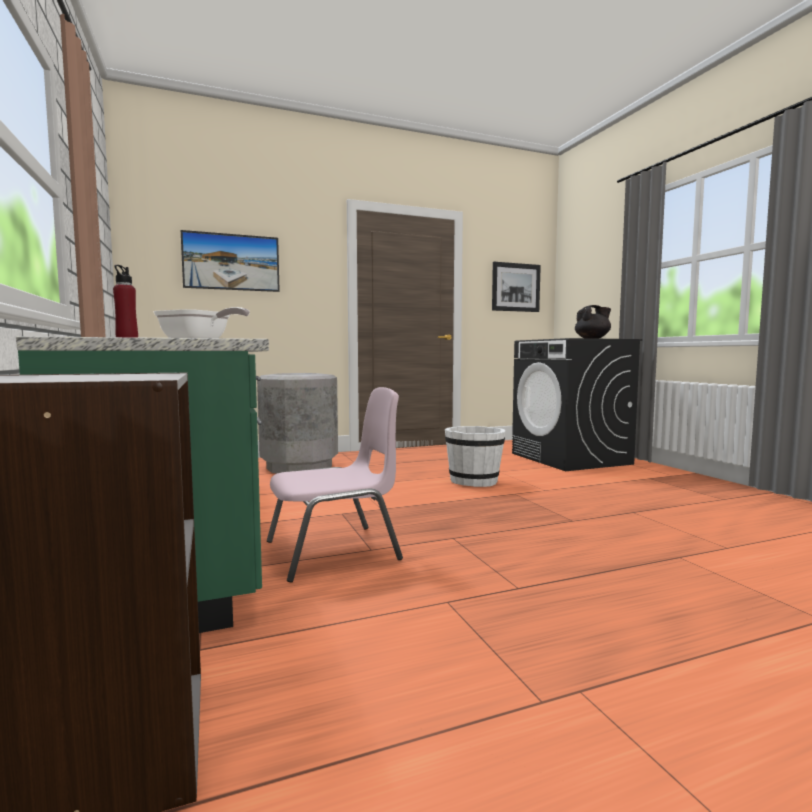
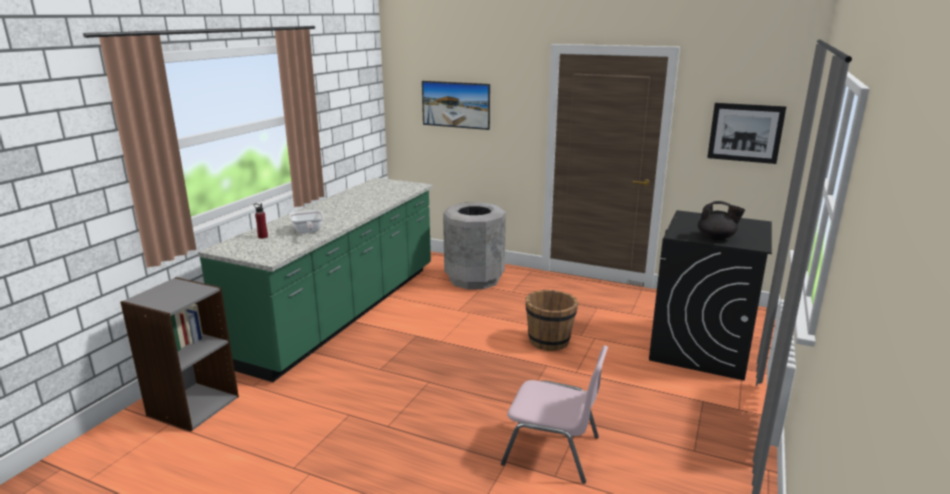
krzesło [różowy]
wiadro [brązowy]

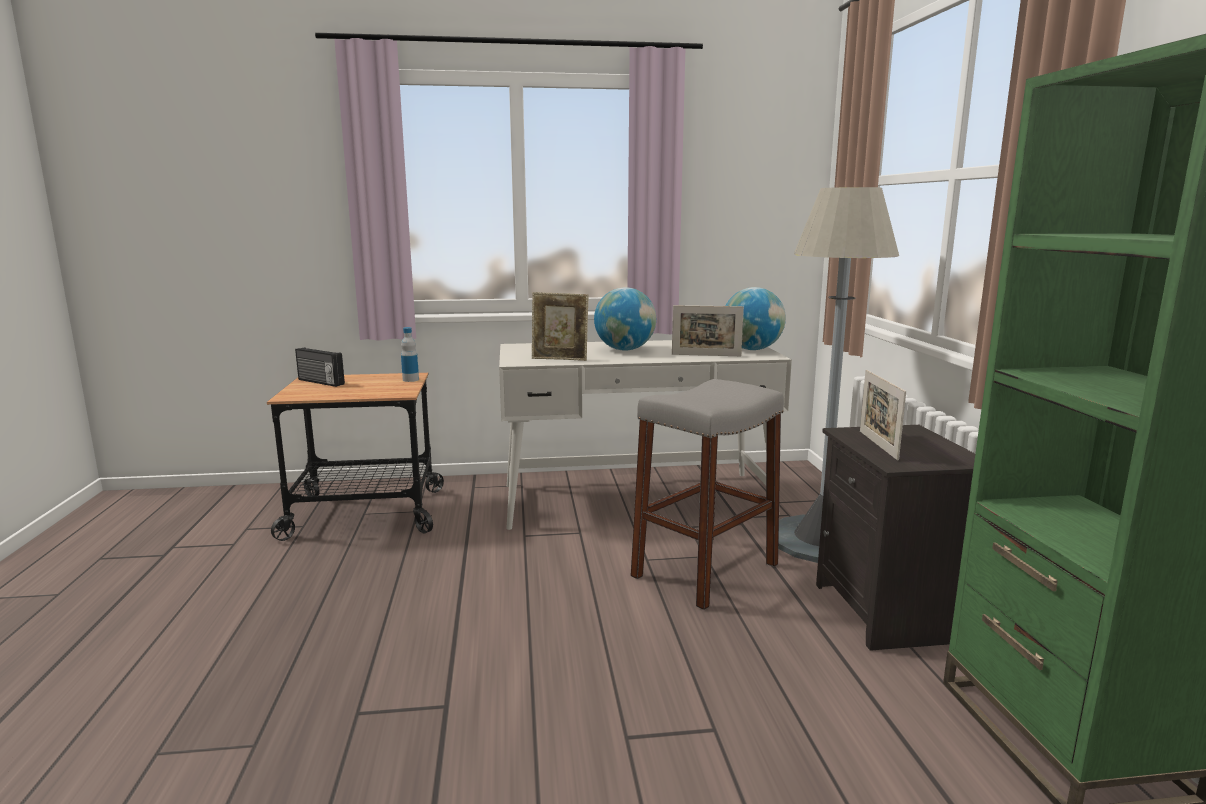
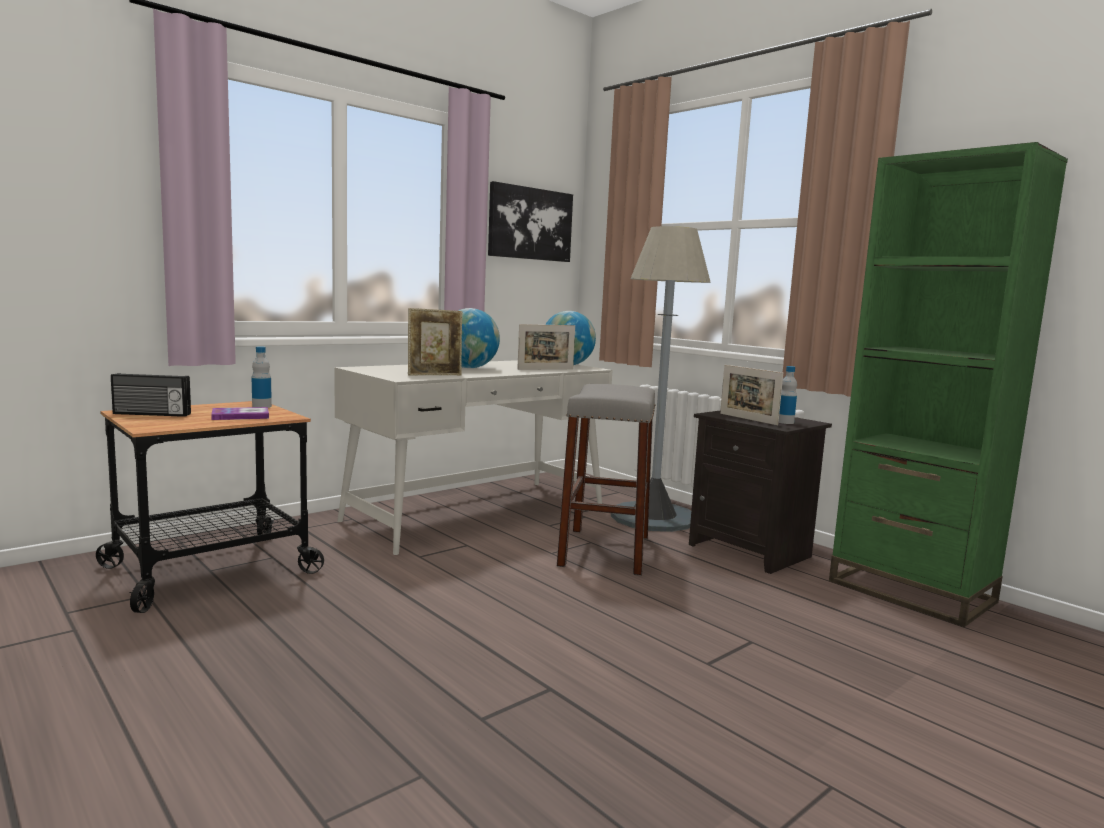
książka
obraz
butelka (no. 2 from left)

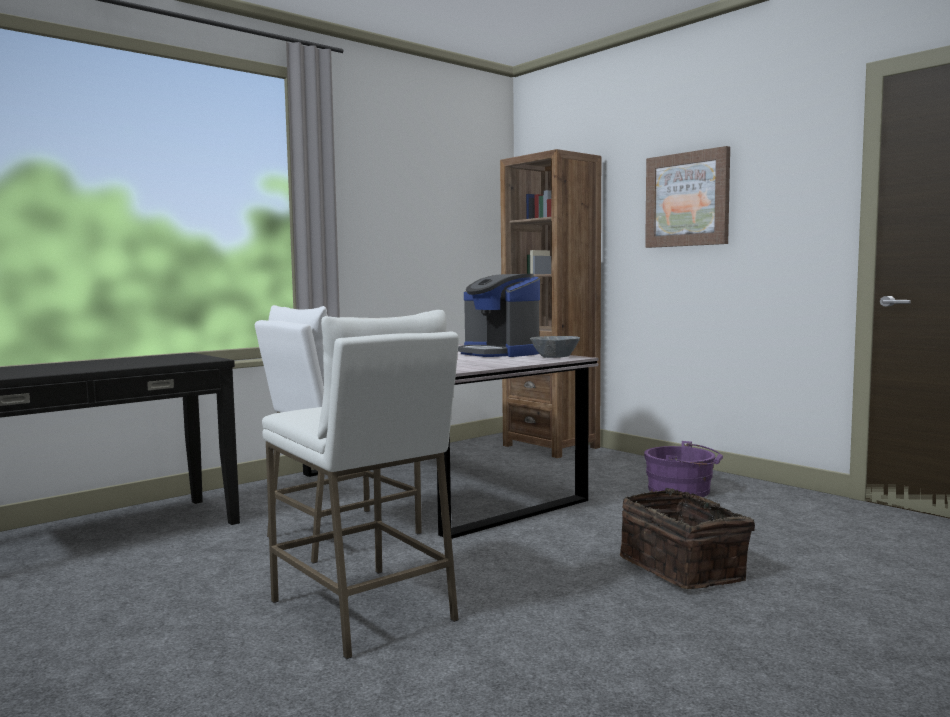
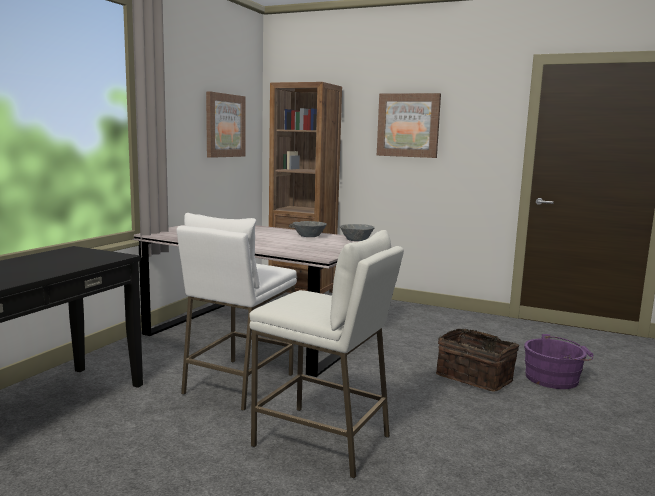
obraz (no. 1 from left)
wiadro [fioletowy]
miska [szary] (no. 1 from left)

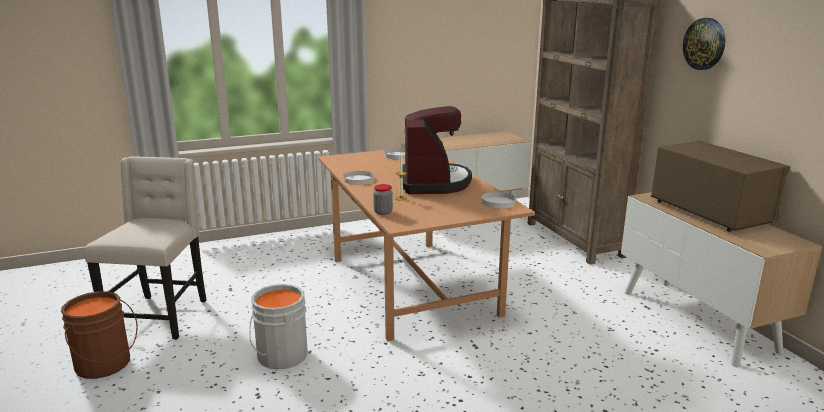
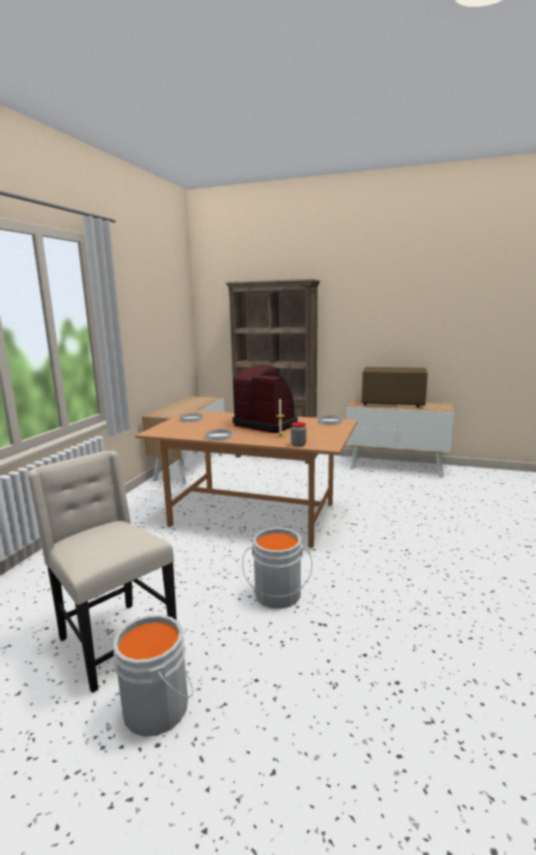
zegar ścienny
wiadro [szary] (no. 1 from left)

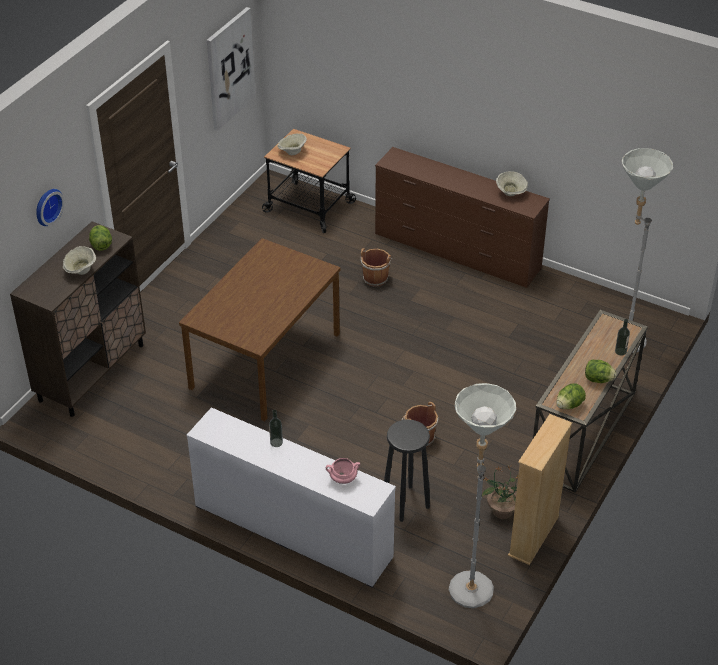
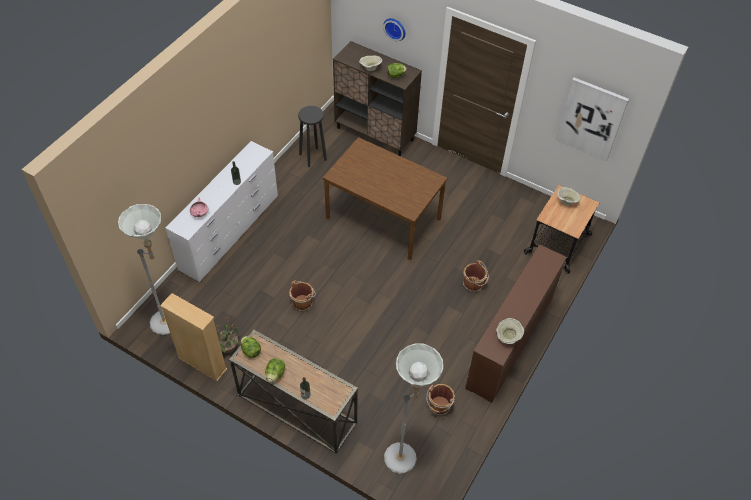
wiadro [brązowy] (no. 2 from left)
stołek [czarny]

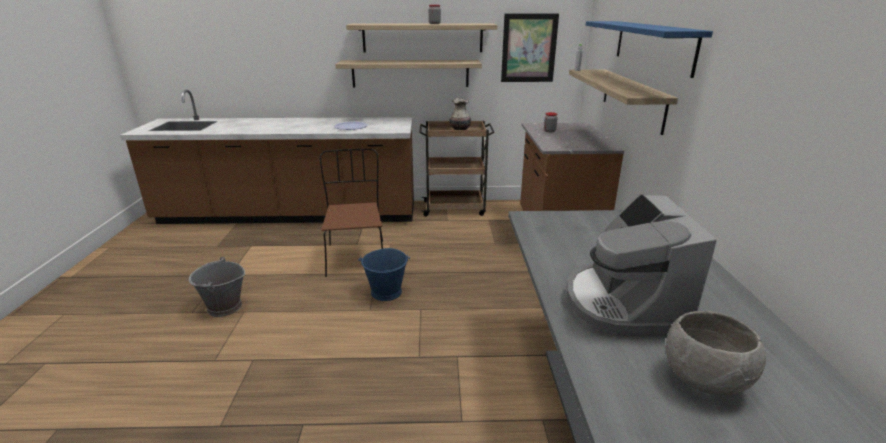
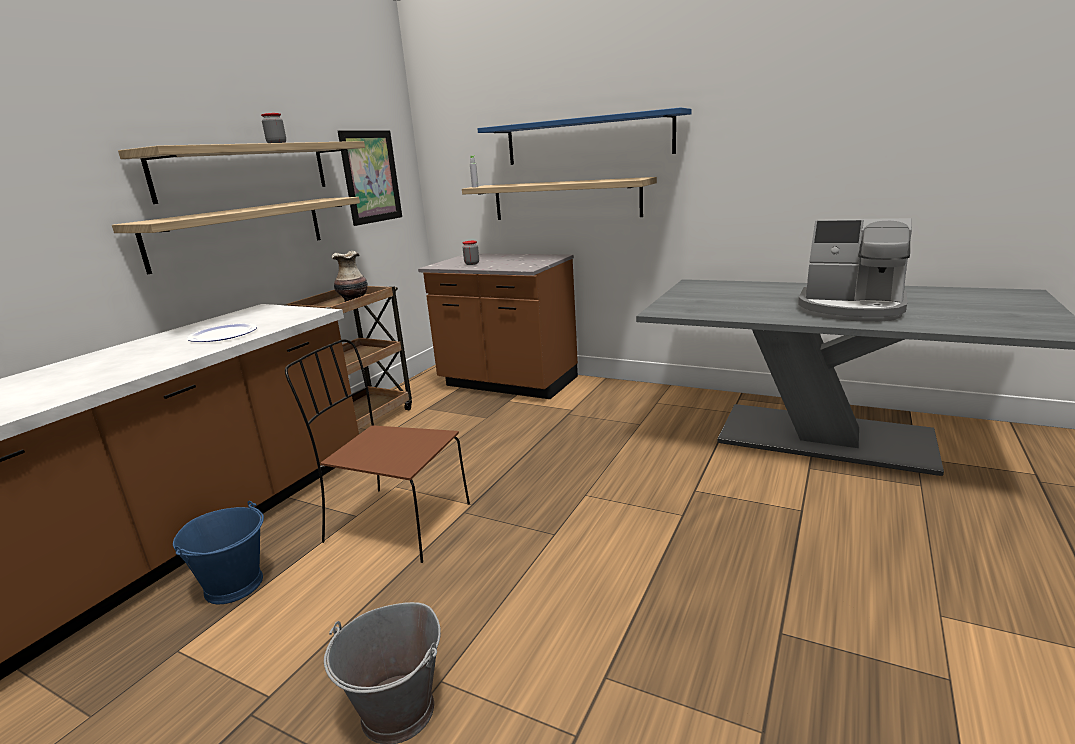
miska [szary]
wiadro [niebieski]

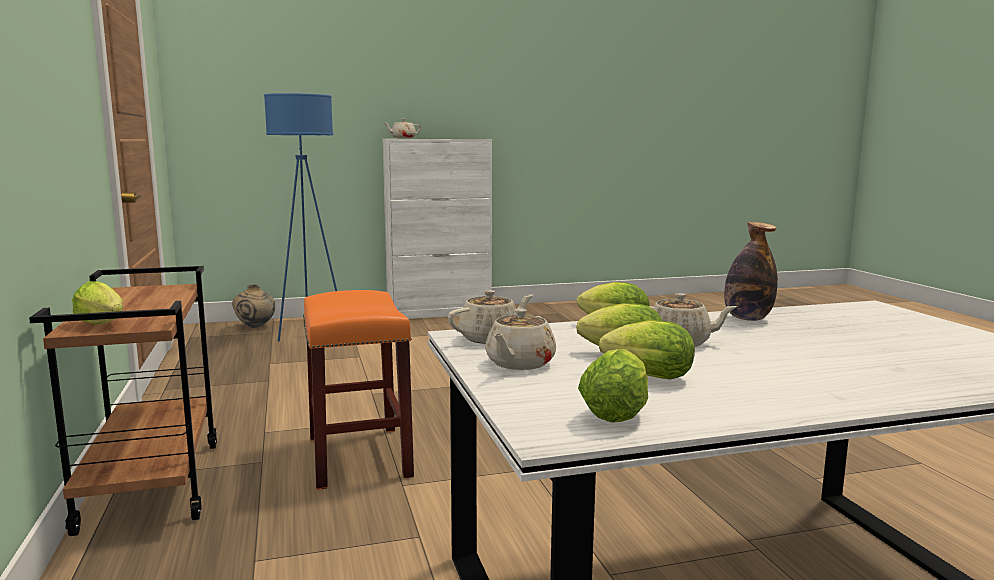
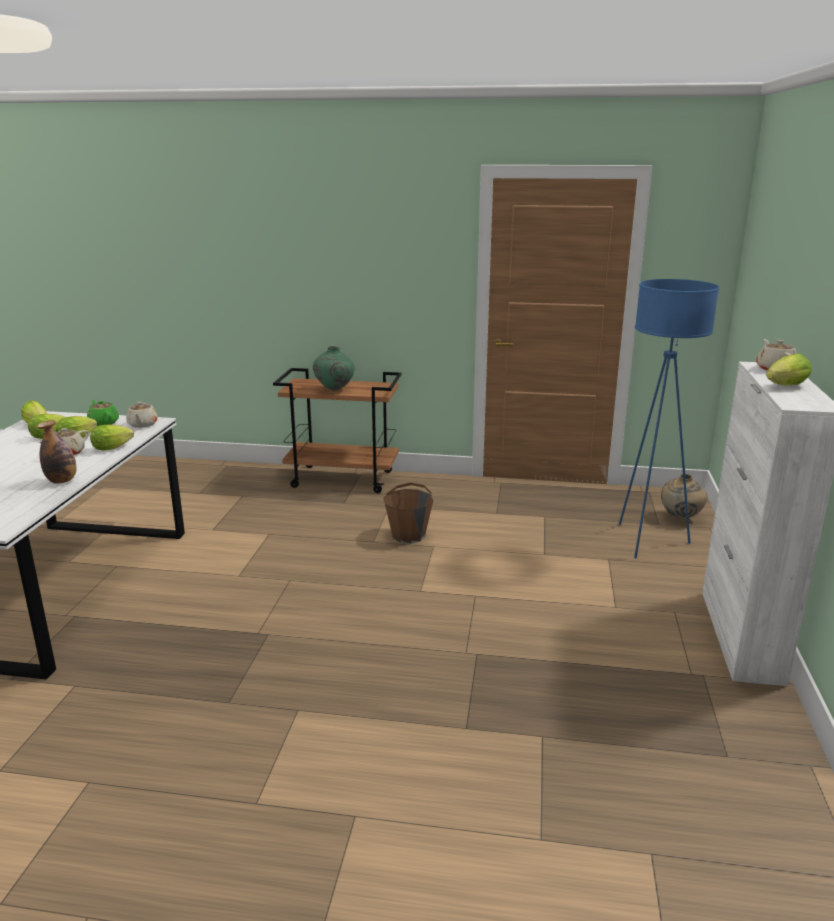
stołek [pomarańczowy]
wazon [zielony]
wiadro [brązowy]
sałata (no. 5 from left)
imbryk [zielony]

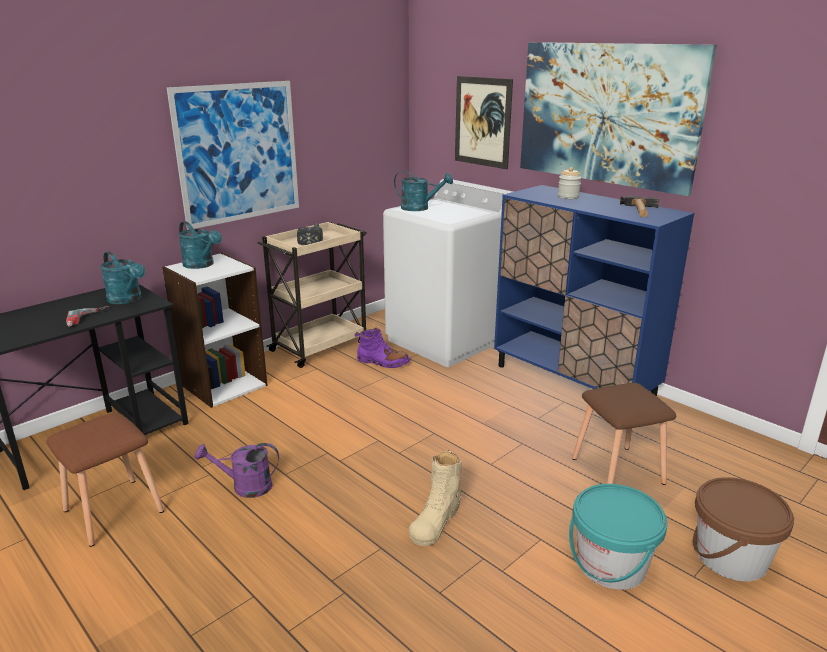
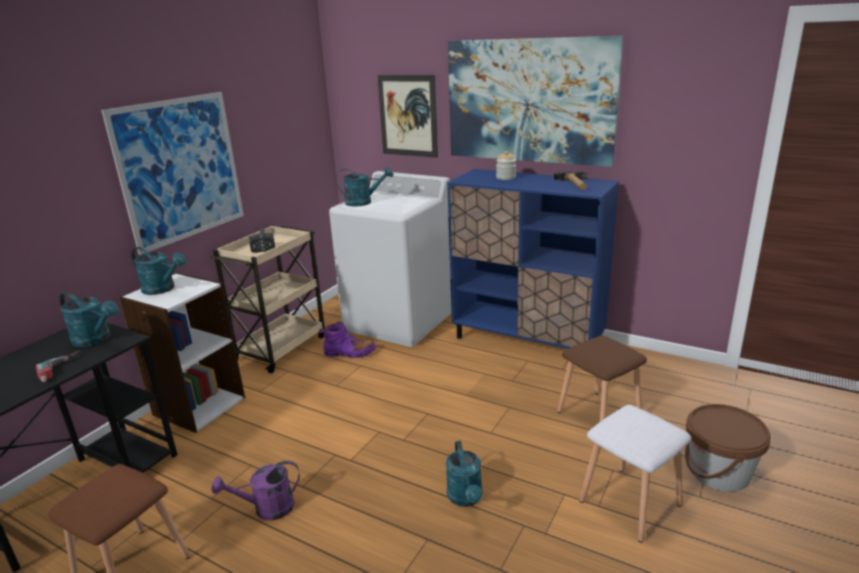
konewka [turkusowy] (no. 4 from left)
stołek [biały]

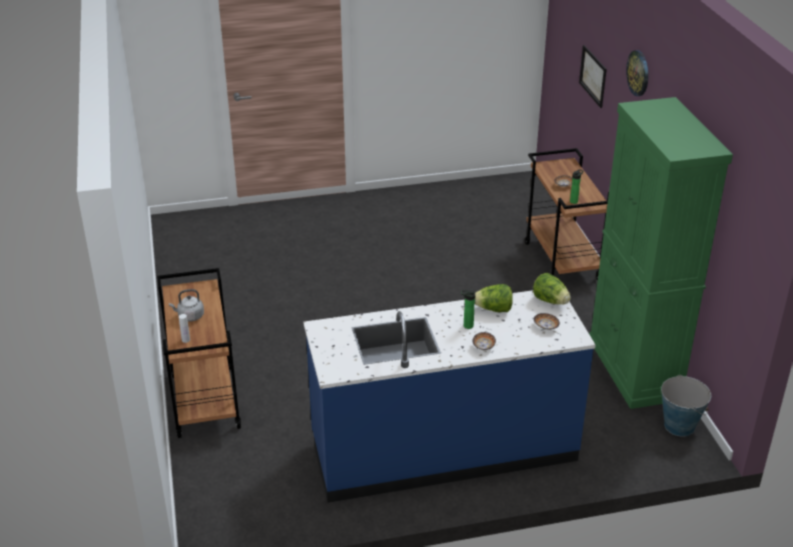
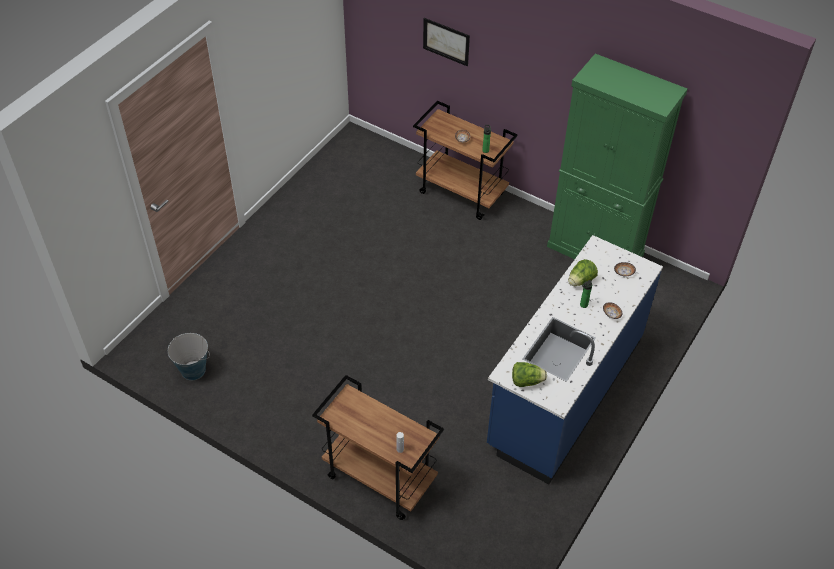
czajnik [szary]
zegar ścienny
sałata (no. 1 from left)
wiadro

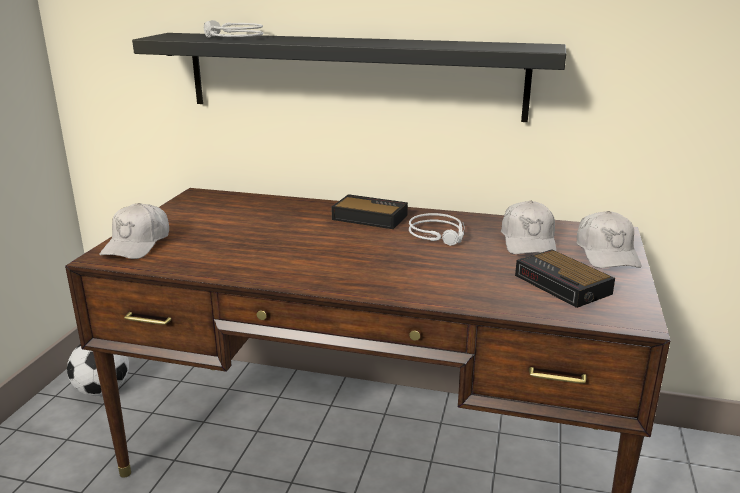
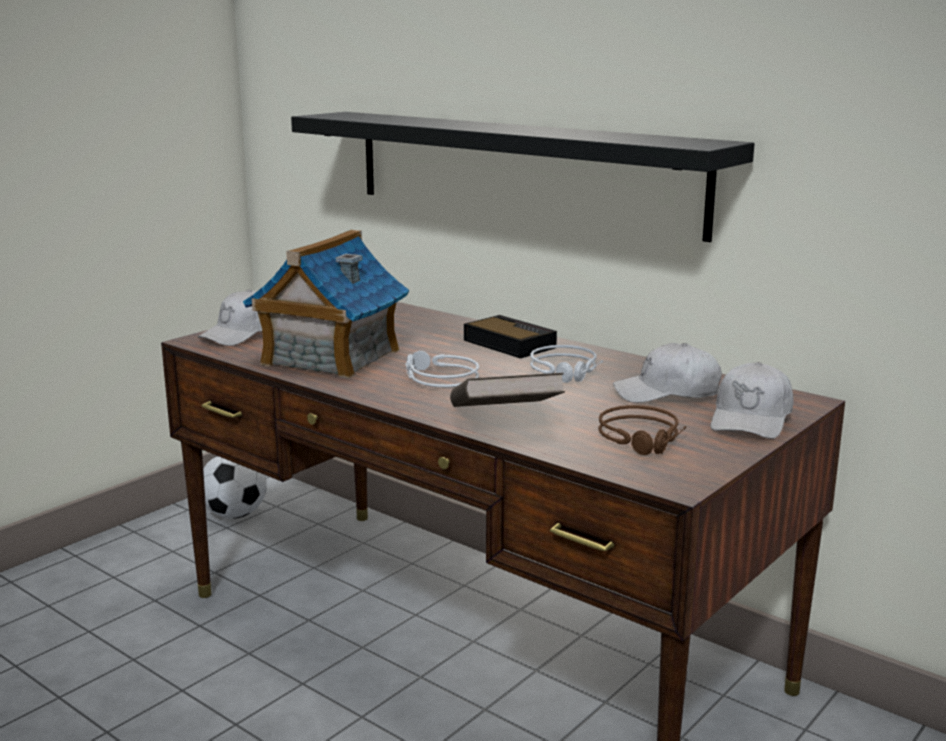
domek
książka [brązowy]
słuchawki [szary] (no. 1 from left)
słuchawki [brązowy]
czapka z daszkiem [biały] (no. 2 from left)

